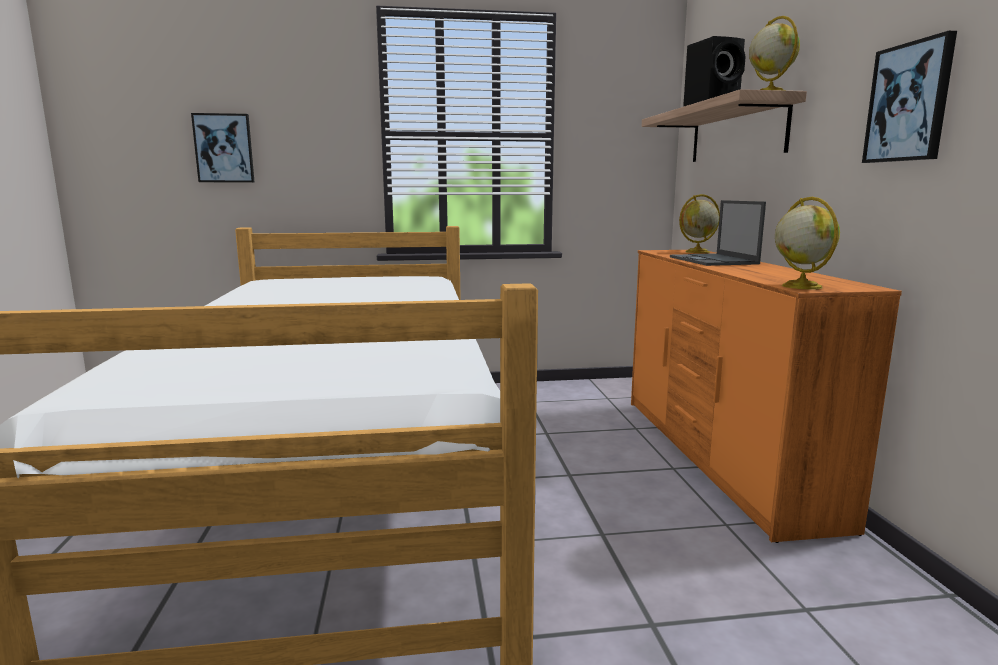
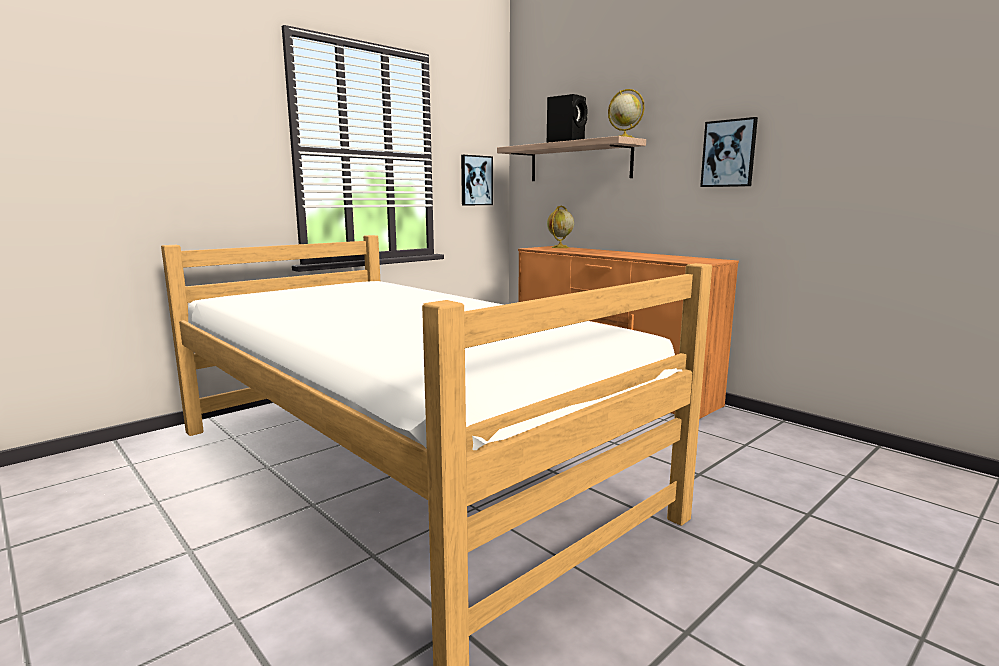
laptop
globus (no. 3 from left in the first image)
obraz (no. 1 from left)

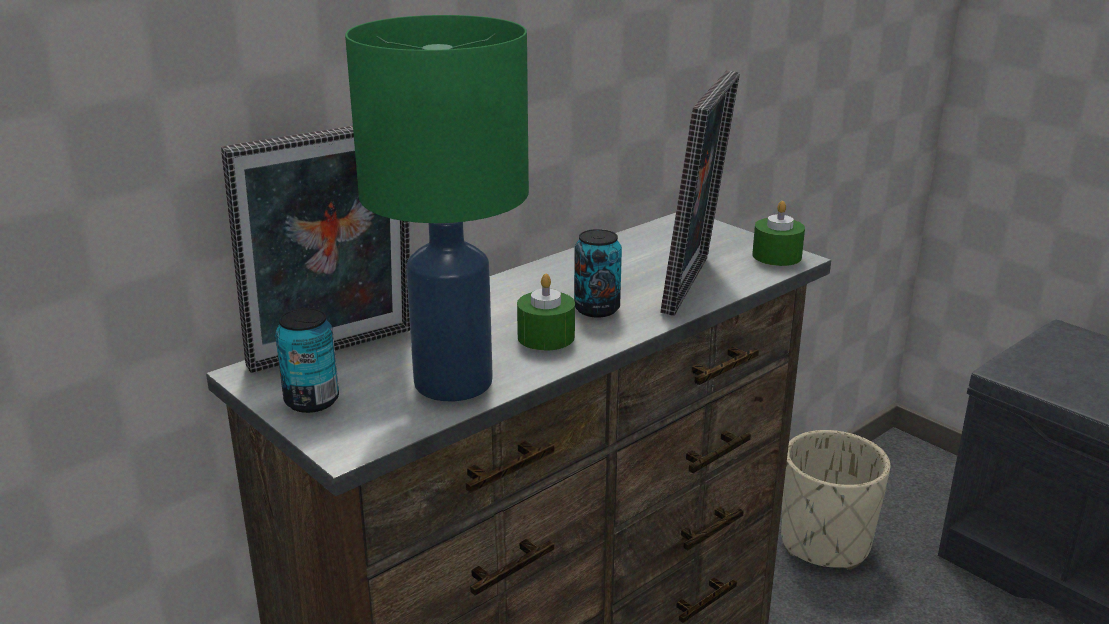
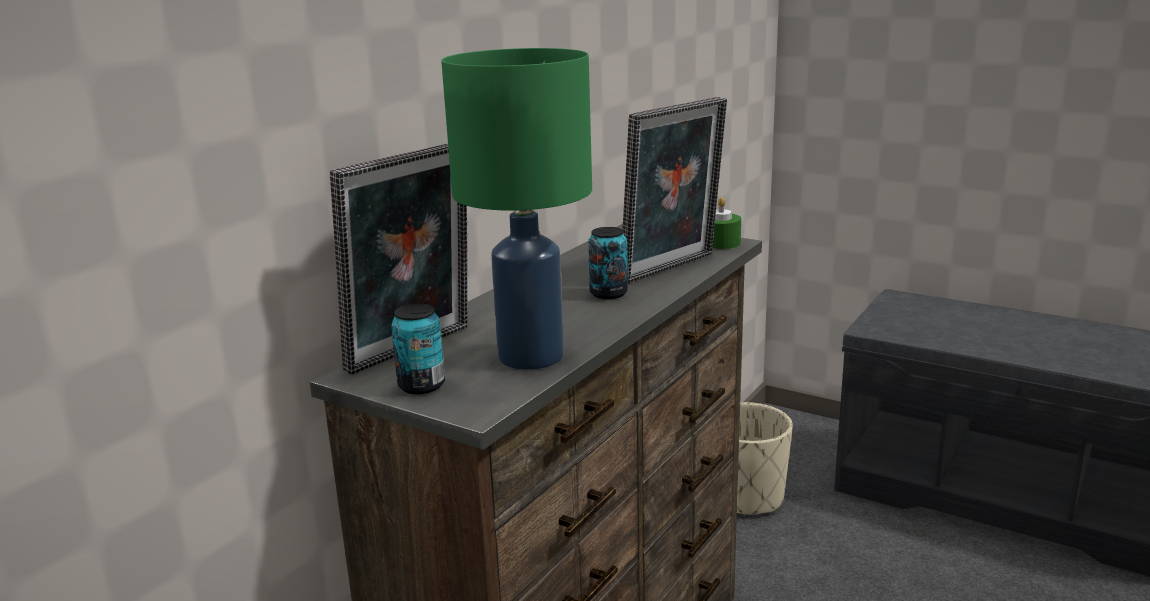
świeca [zielony] (no. 1 from left in the first image)
ramka na zdjęcie (no. 2 from left)

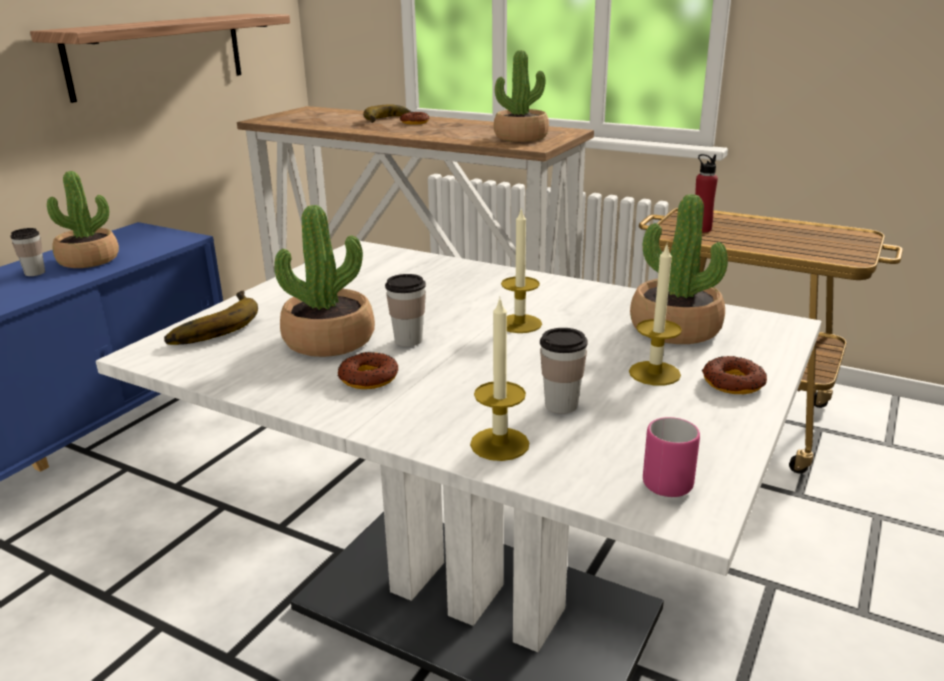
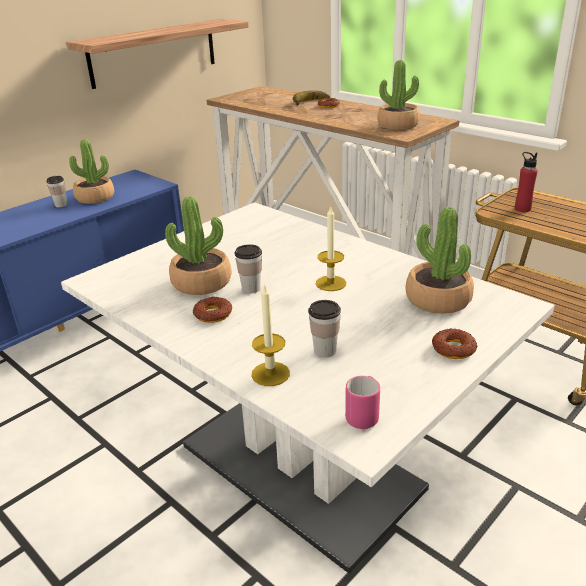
banan (no. 1 from left in the first image)
świeca (no. 3 from left in the first image)

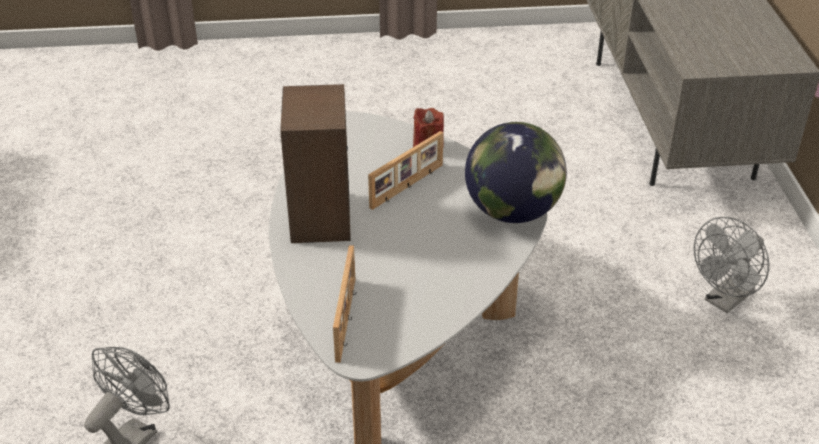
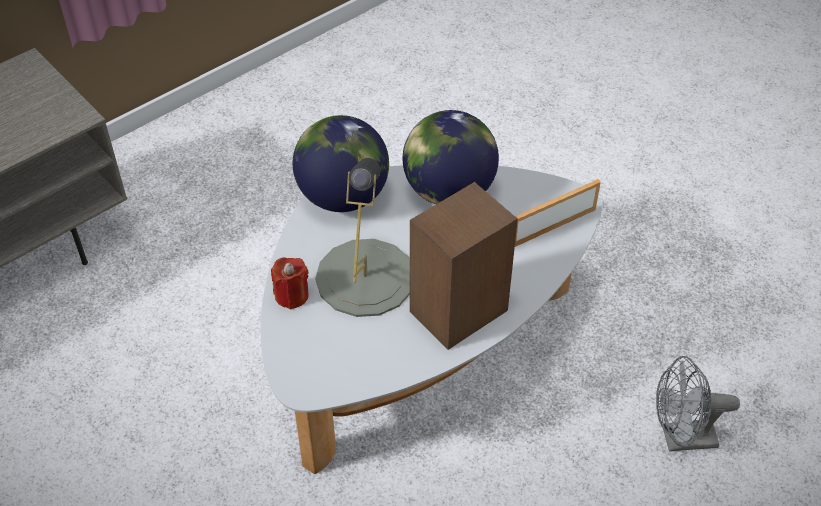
wentylator [szary] (no. 2 from left in the first image)
globus (no. 2 from left)
lampa stołowa [szary]

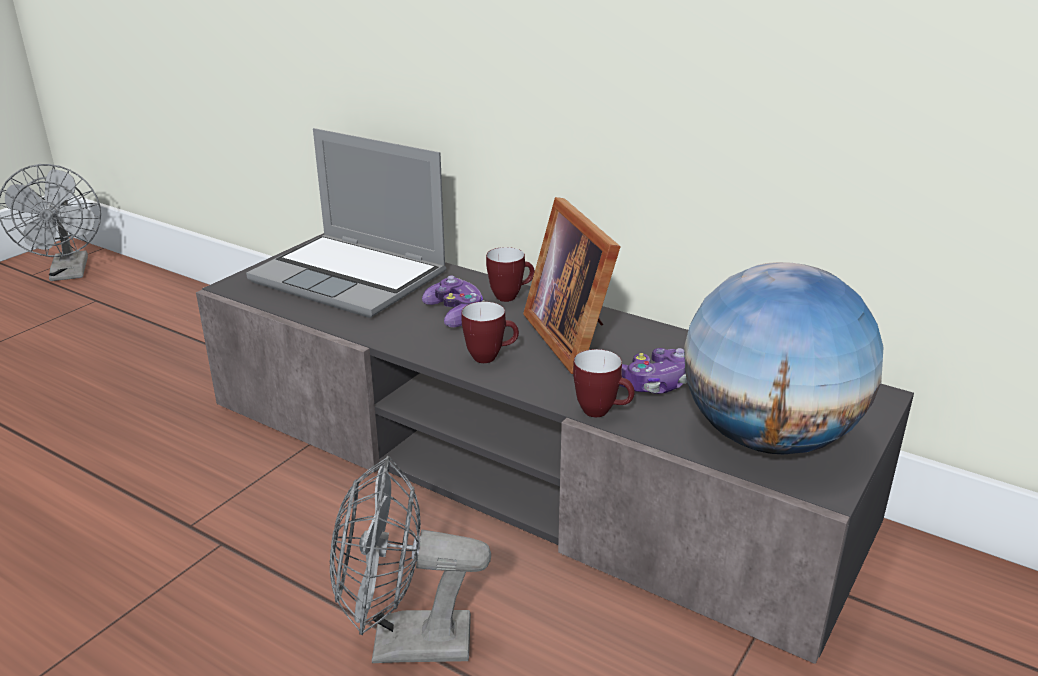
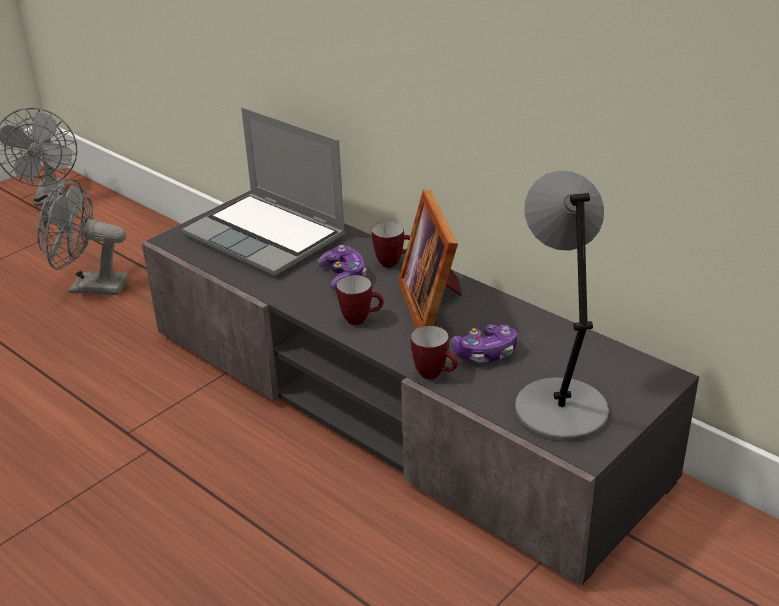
wentylator [szary] (no. 2 from left)
lampa stołowa [szary]

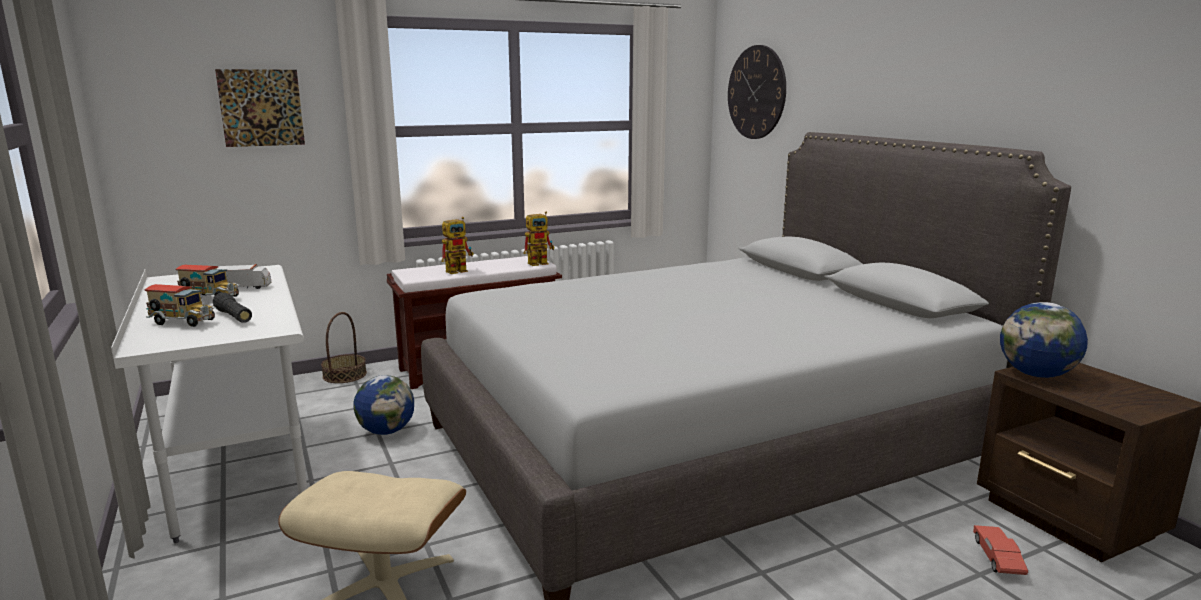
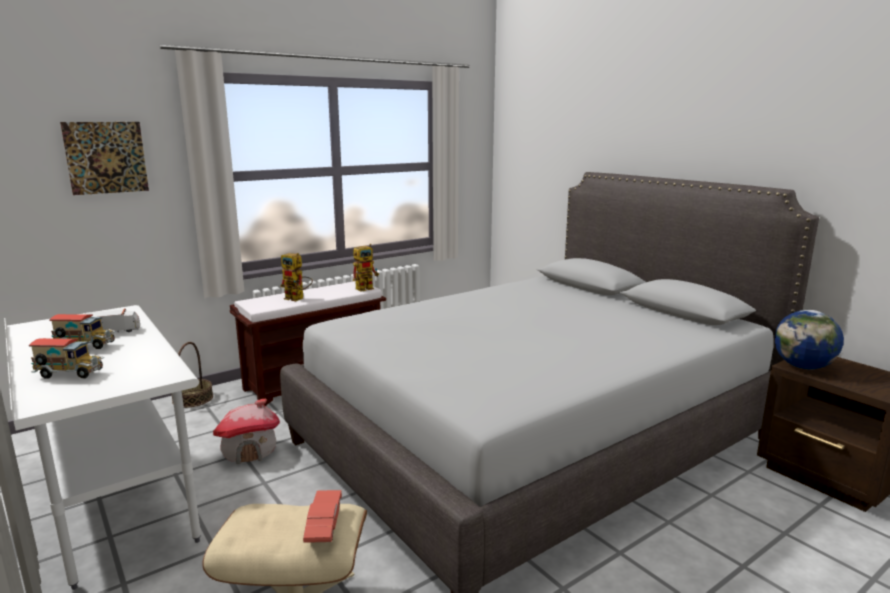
latarka [czarny]
zegar ścienny
samochodzik [czerwony]
domek
robot zabawkowy (no. 1 from left)

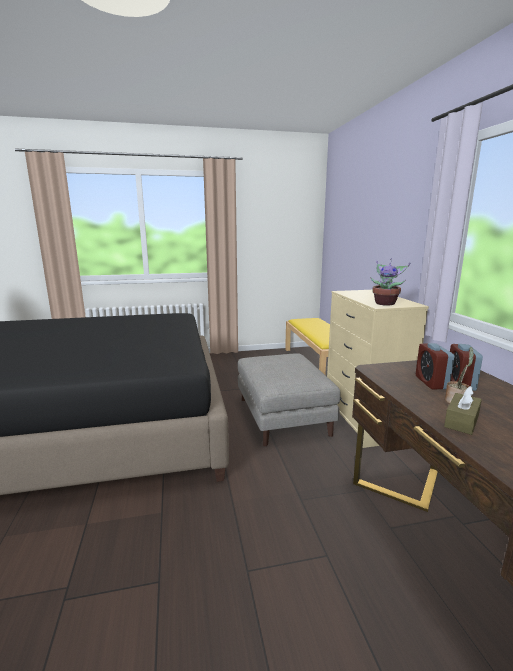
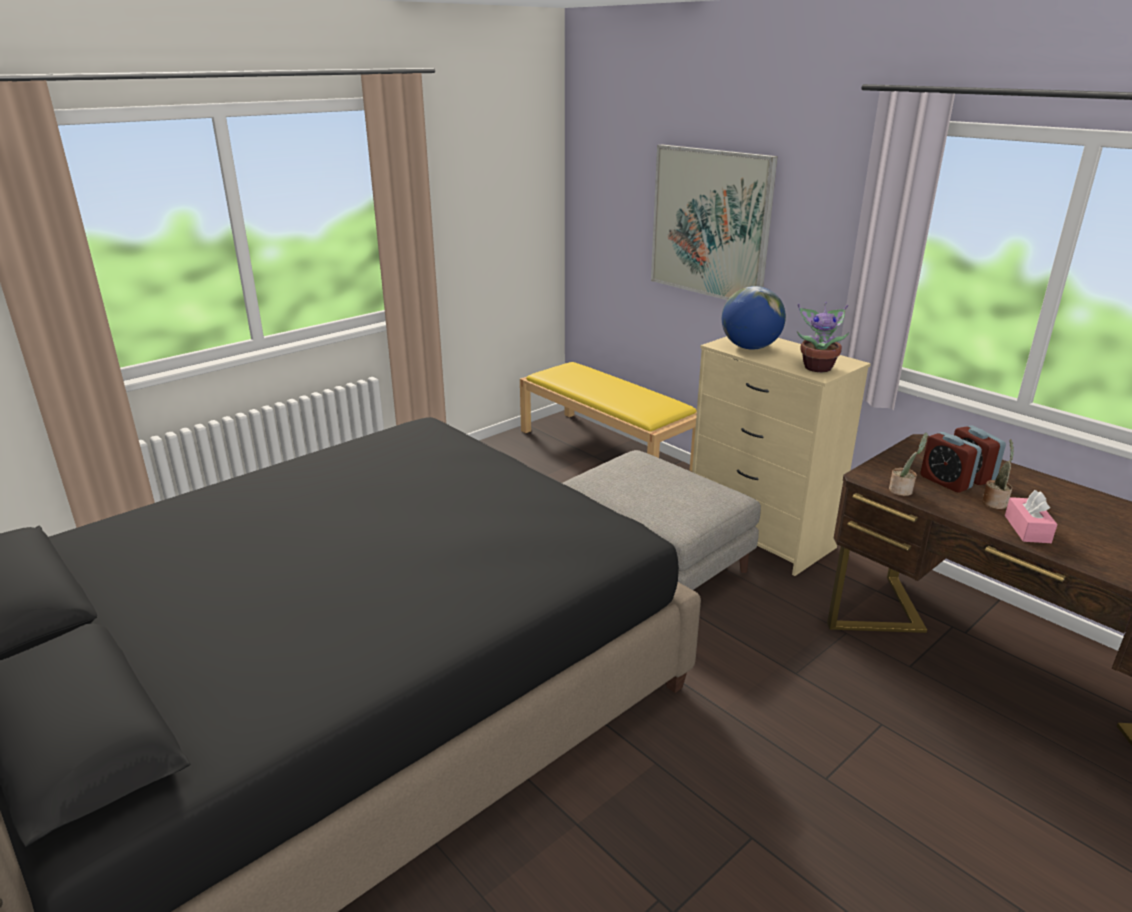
obraz
globus
roślina doniczkowa (no. 2 from left)
pudełko chusteczek [różowy]

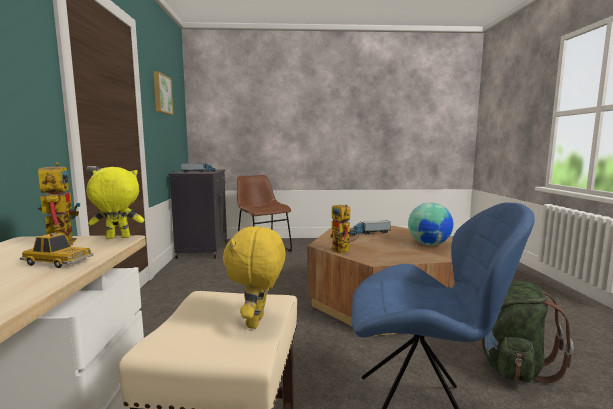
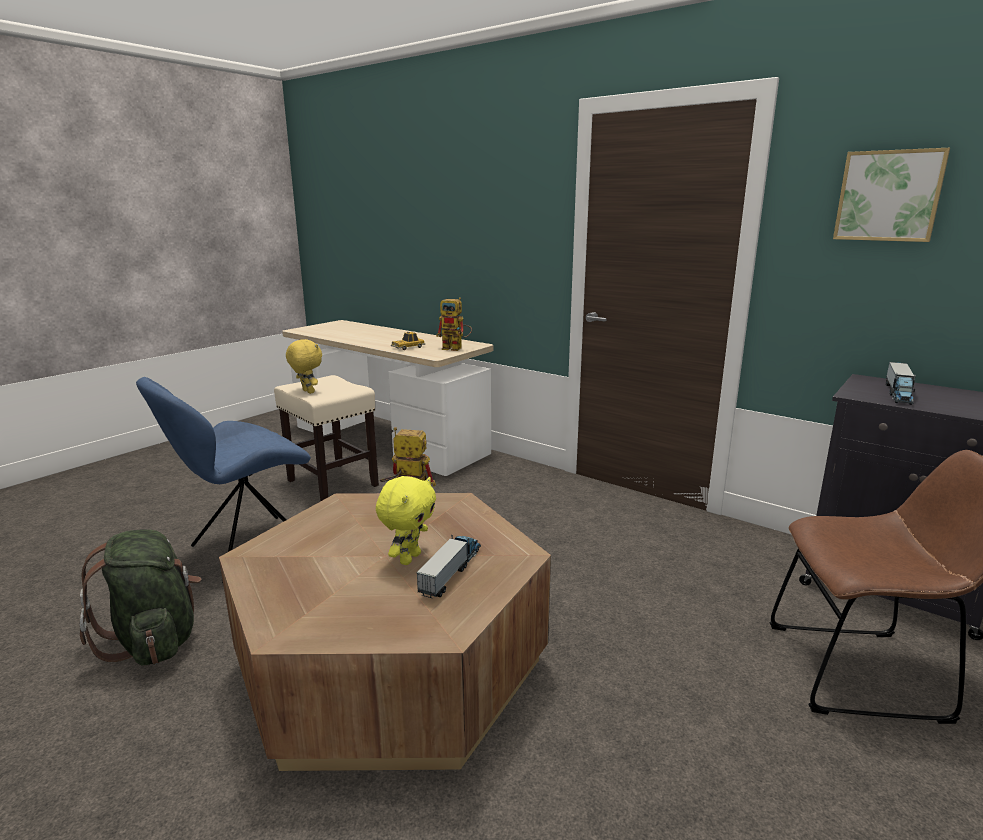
globus
pluszak [żółty] (no. 2 from left)

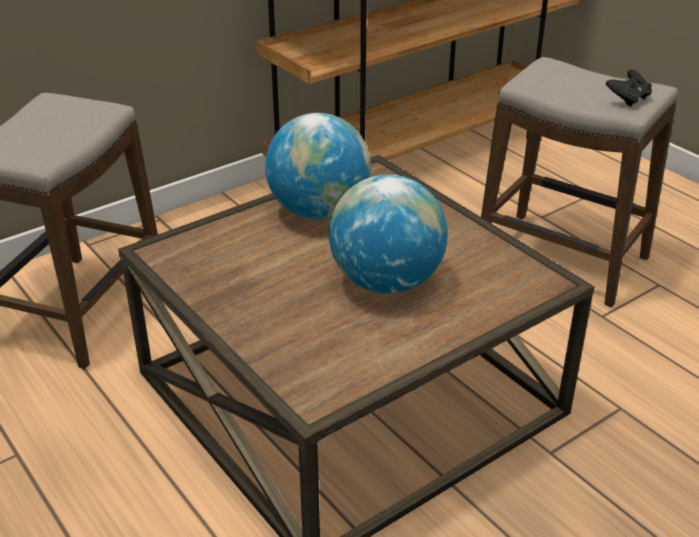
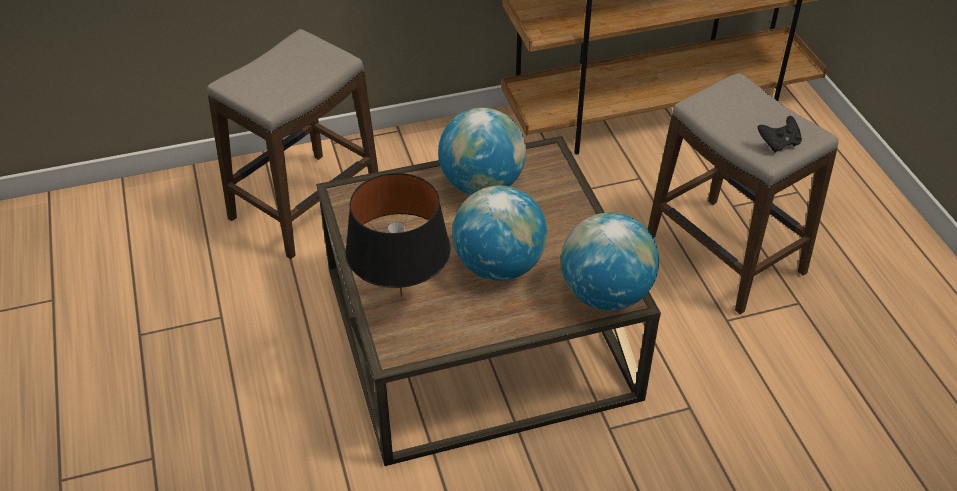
lampa stołowa [czarny]
globus (no. 3 from left)

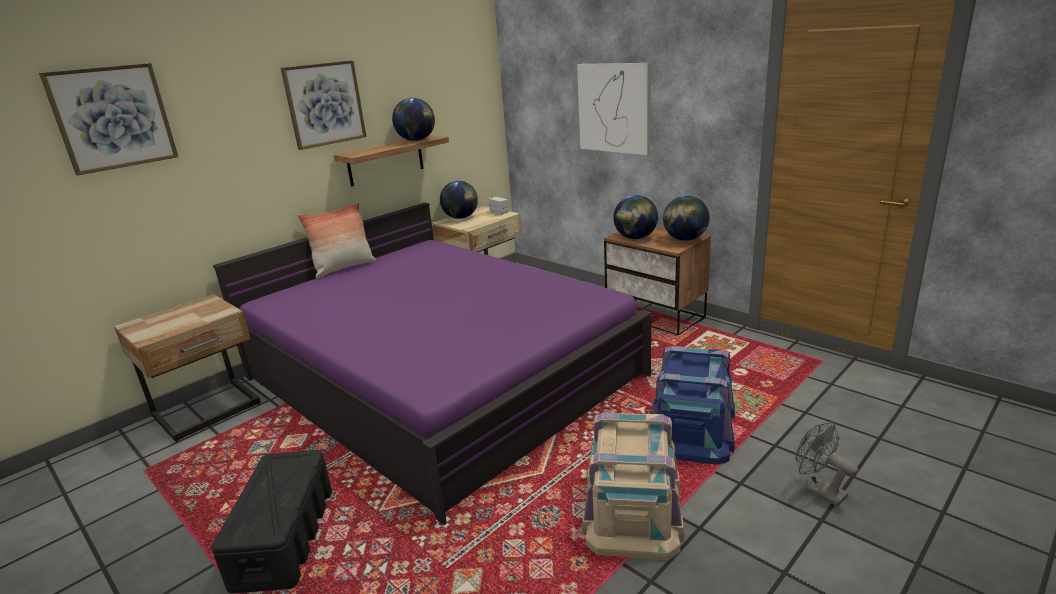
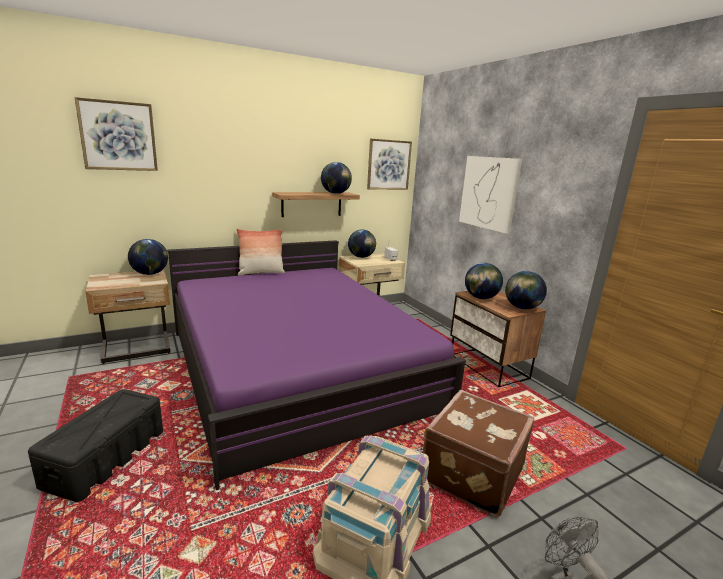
globus (no. 1 from left)
obraz (no. 2 from left)
walizka [brązowy]

